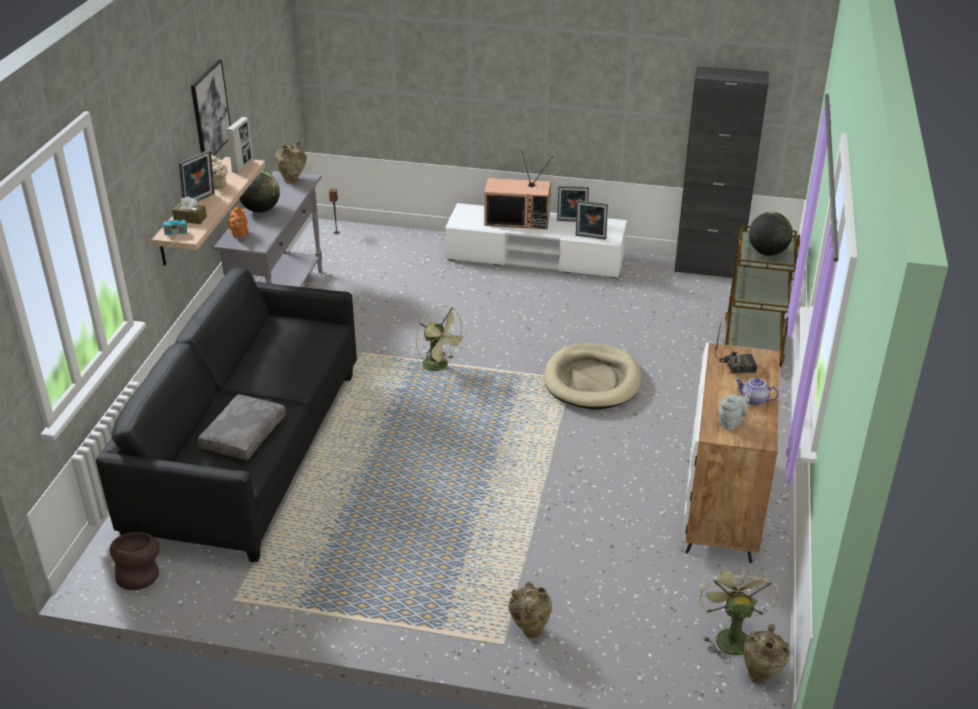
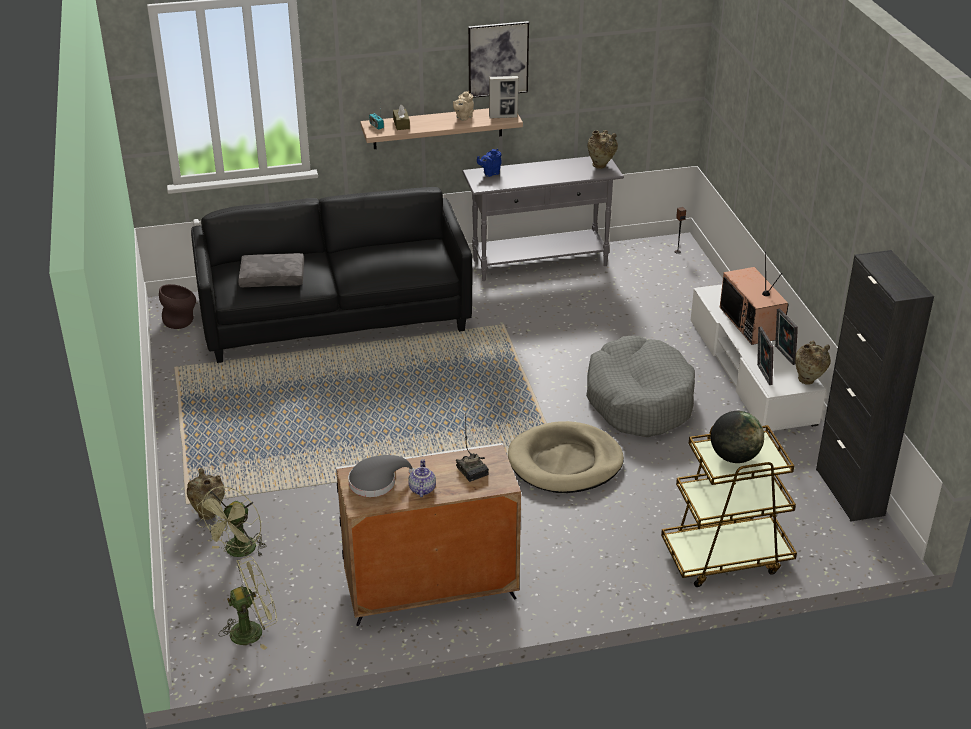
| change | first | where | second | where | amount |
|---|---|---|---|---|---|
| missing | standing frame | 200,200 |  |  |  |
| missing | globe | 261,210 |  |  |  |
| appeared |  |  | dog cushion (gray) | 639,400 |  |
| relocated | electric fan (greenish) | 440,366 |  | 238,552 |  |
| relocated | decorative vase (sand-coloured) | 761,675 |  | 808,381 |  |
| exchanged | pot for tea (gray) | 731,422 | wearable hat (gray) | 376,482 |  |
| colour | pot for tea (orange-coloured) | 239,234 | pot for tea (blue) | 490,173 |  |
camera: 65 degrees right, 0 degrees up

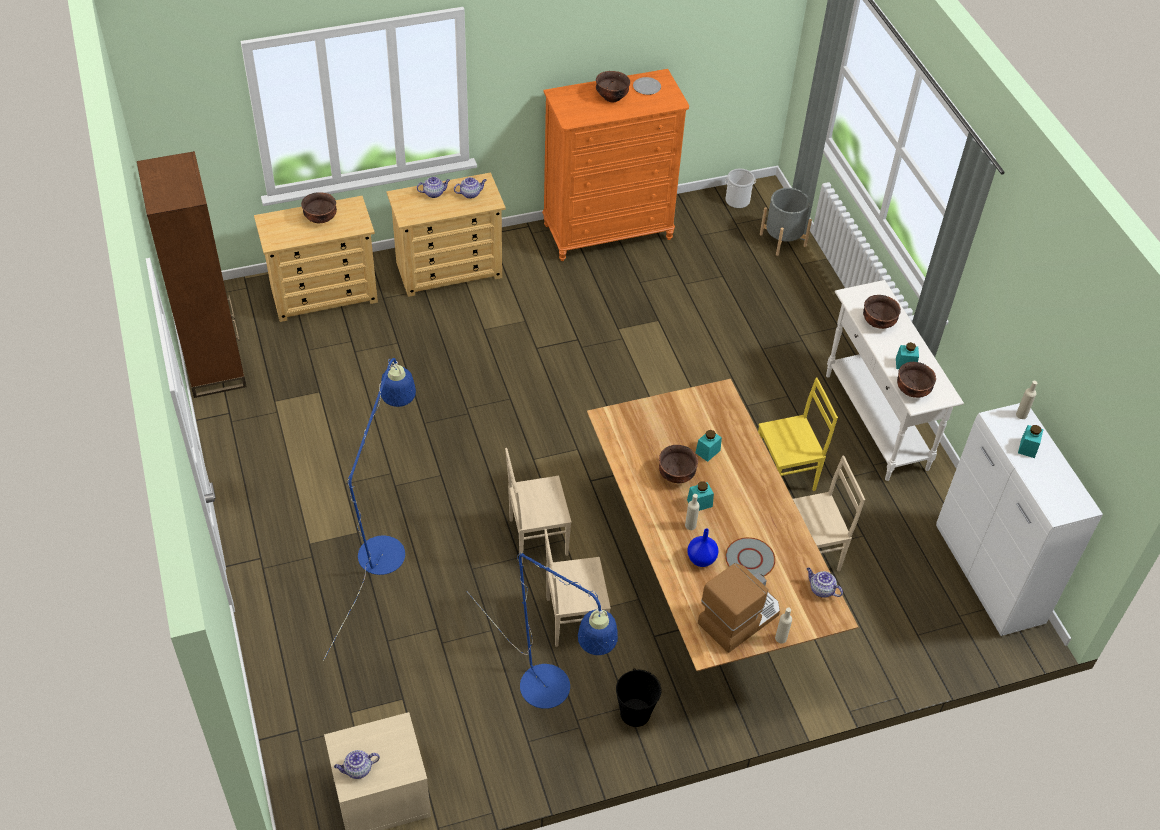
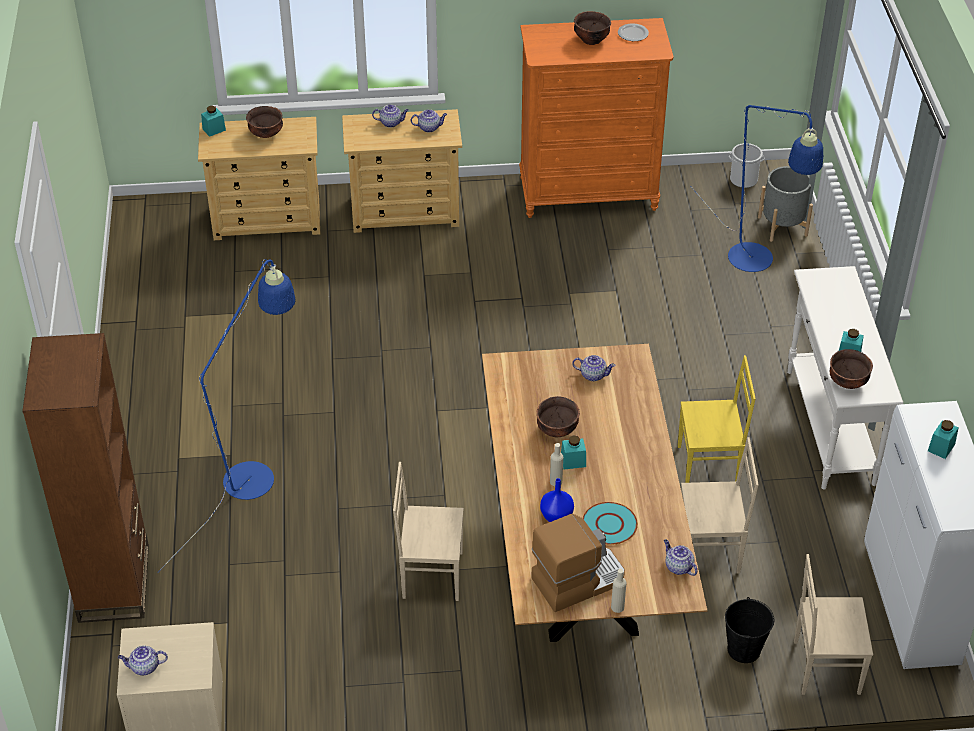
| change | first | where | second | where | amount |
|---|---|---|---|---|---|
| missing | serving bowl (brown-coloured) | 878,322 |  |  |  |
| missing | bottle (sand-coloured) | 1021,414 |  |  |  |
| appeared |  |  | pot for tea | 592,375 |  |
| relocated | bookshelf (brown-coloured) | 215,365 |  | 114,583 |  |
| relocated | standing lamp (blue) | 553,695 |  | 757,264 |  |
| relocated | upright chair (sand-coloured) | 537,536 |  | 825,666 |  |
| relocated | bucket (blackish) | 635,713 |  | 743,649 |  |
| relocated | jar (turquoise) | 707,451 |  | 214,129 |  |
| colour | plate (gray) | 749,559 | plate (turquoise) | 609,525 |  |
camera: 15 degrees right, 5 degrees down

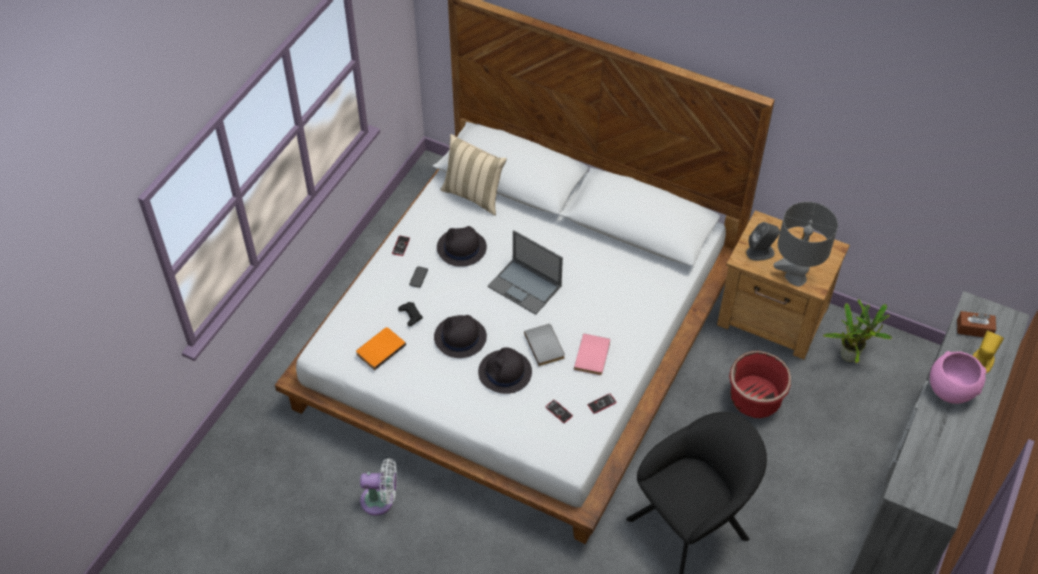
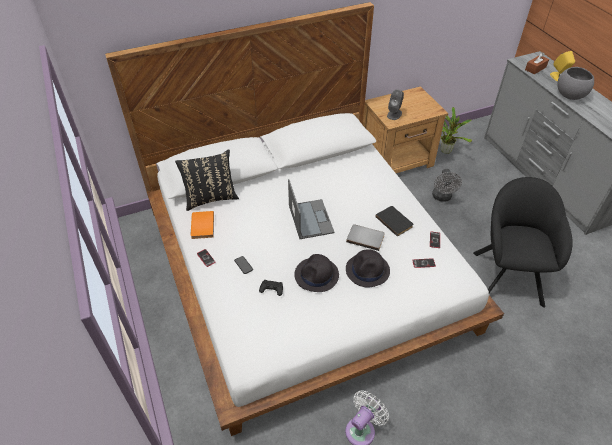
| change | first | where | second | where | amount |
|---|---|---|---|---|---|
| missing | wearable hat (blackish) | 461,248 |  |  |  |
| missing | tabletop lamp (gray) | 795,277 |  |  |  |
| relocated | volume (orange-coloured) | 379,348 |  | 201,226 |  |
| exchanged | planter (red-coloured) | 755,399 | electric fan (gray) | 442,197 |  |
| colour | pillow (sand-coloured) | 474,195 | pillow (blackish) | 211,198 |  |
| colour | volume (pink) | 593,356 | volume (blackish) | 395,221 |  |
| colour | serving bowl (pink) | 951,389 | serving bowl (gray) | 569,94 |  |
| spun | laptop | 525,286 |  | 310,218 | 90 degrees counterclockwise |
camera: 50 degrees left, 5 degrees down

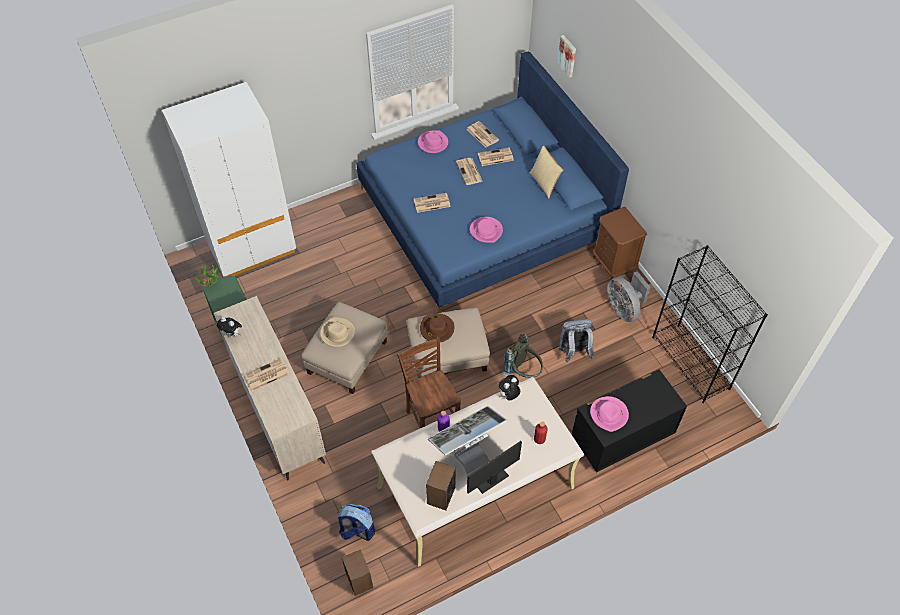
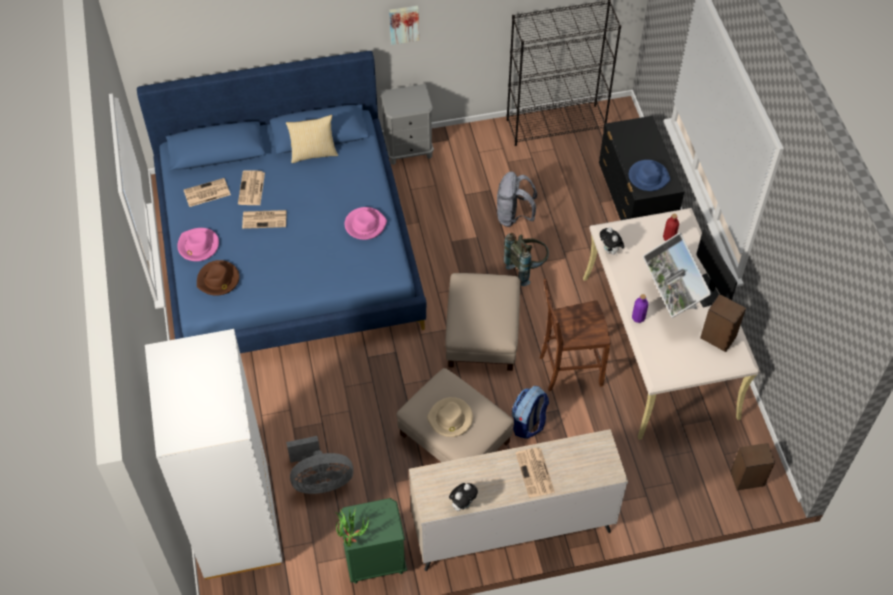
| change | first | where | second | where | amount |
|---|---|---|---|---|---|
| missing | printed paper | 431,203 |  |  |  |
| relocated | knapsack | 357,530 |  | 528,423 |  |
| relocated | wearable hat (brown-coloured) | 436,329 |  | 218,280 |  |
| relocated | wall picture | 567,56 |  | 404,23 |  |
| relocated | electric fan (gray) | 624,309 |  | 320,481 |  |
| colour | wearable hat (pink) | 609,414 | wearable hat (blue) | 648,177 |  |
| colour | night table (brown-coloured) | 613,264 | night table (gray) | 408,149 |  |
camera: 75 degrees left, 0 degrees up

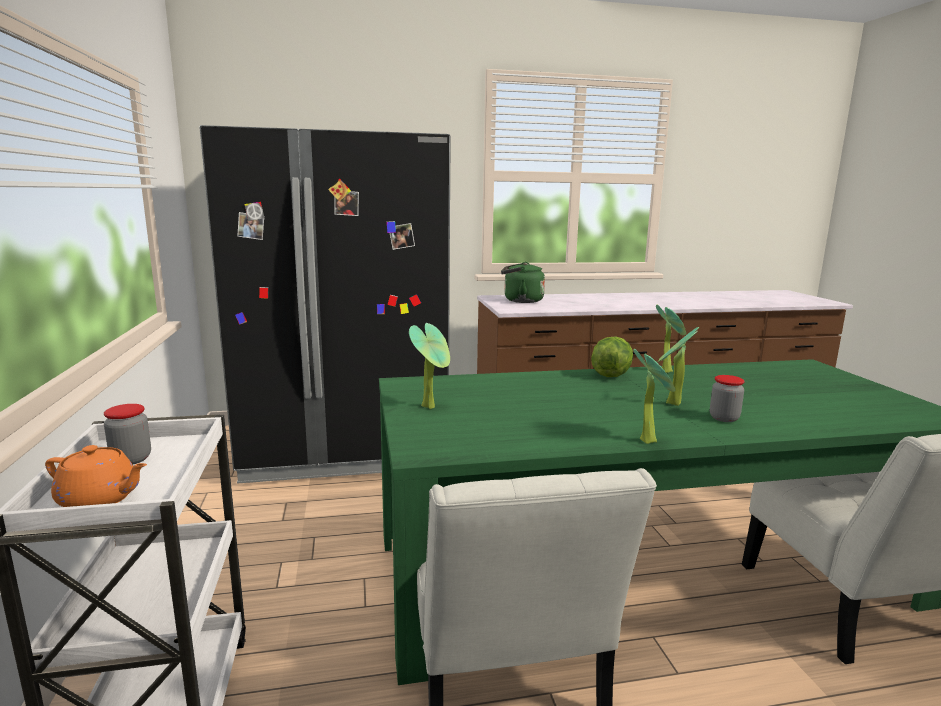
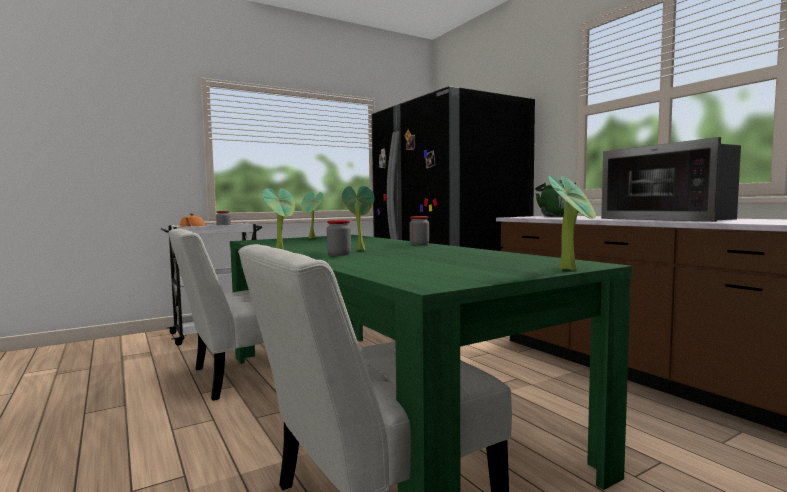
| change | first | where | second | where | amount |
|---|---|---|---|---|---|
| appeared |  |  | kitchen microwave | 670,219 |  |
| relocated | plant in a pot | 666,371 |  | 571,269 |  |
| exchanged | head of lettuce | 611,374 | jar | 419,244 |  |
camera: 70 degrees right, 10 degrees down

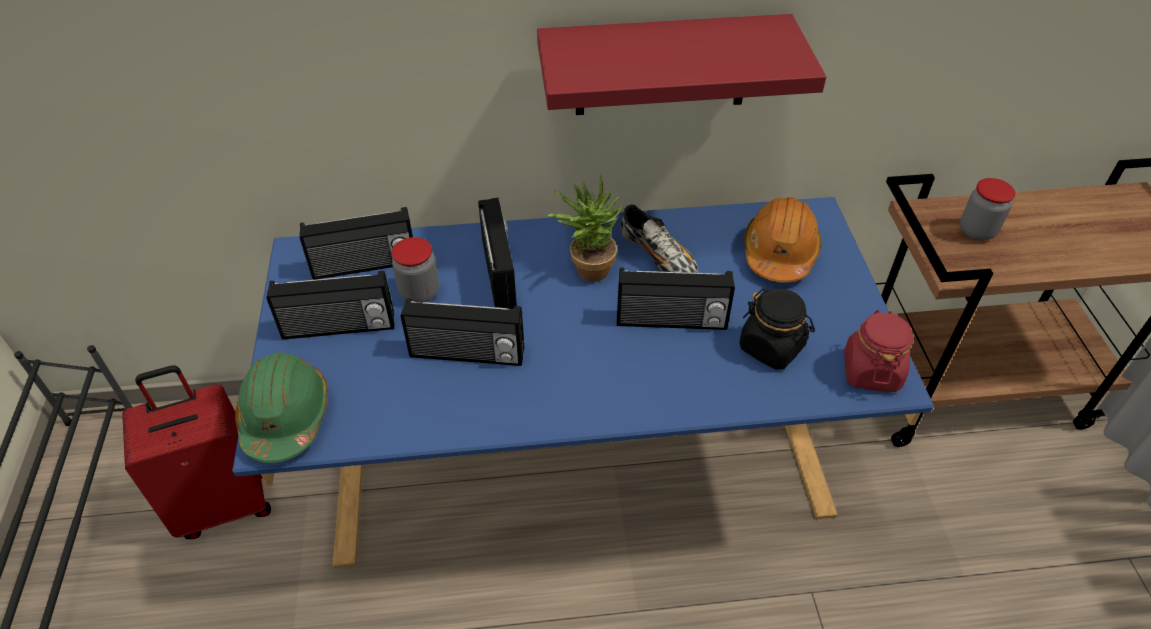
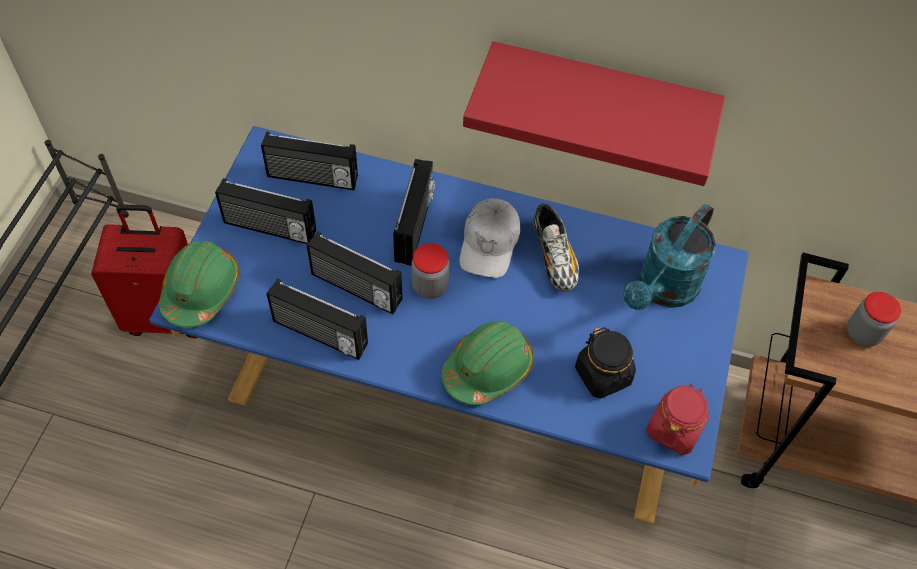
| change | first | where | second | where | amount |
|---|---|---|---|---|---|
| appeared |  |  | hard hat (greenish) | 487,368 |  |
| relocated | jar | 419,292 |  | 430,286 |  |
| relocated | radio set | 671,321 |  | 319,334 |  |
| exchanged | plant in a pot | 587,267 | baseball cap (white) | 489,244 |  |
| exchanged | hard hat (orange-coloured) | 779,252 | watering pot (turquoise) | 663,290 |  |
camera: 20 degrees right, 10 degrees up

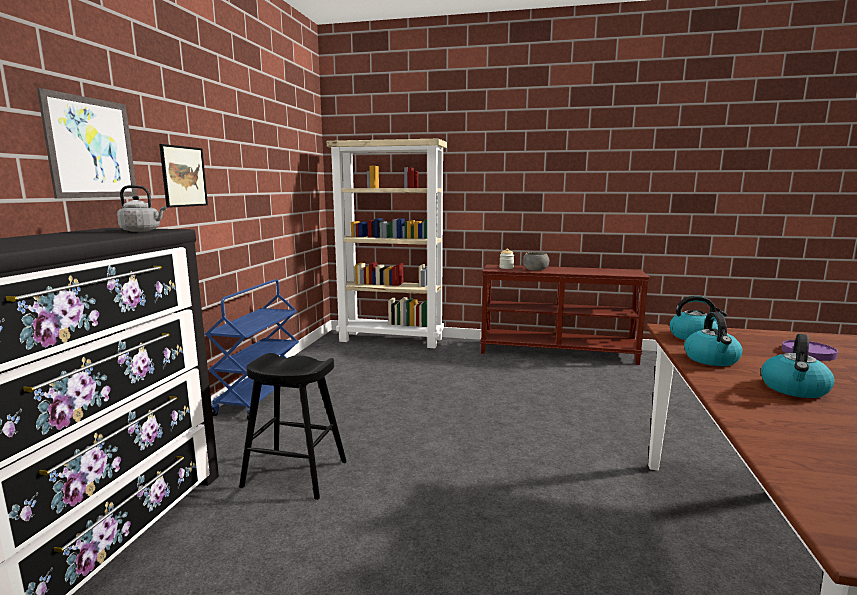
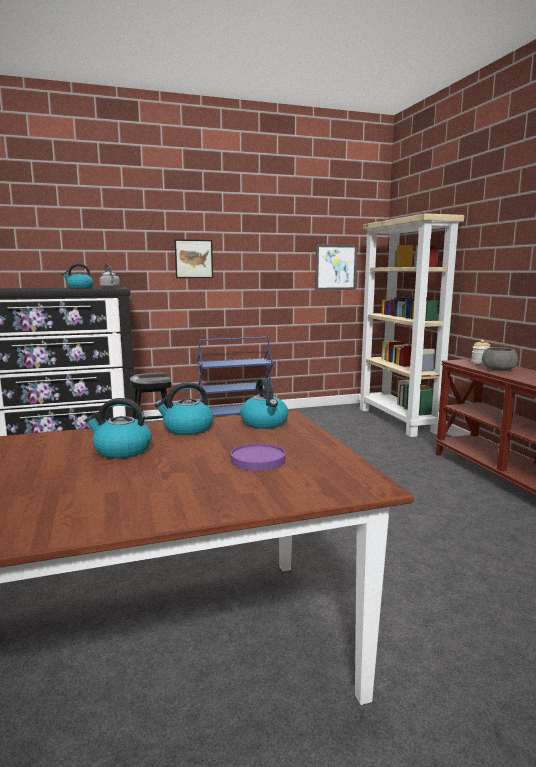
| change | first | where | second | where | amount |
|---|---|---|---|---|---|
| appeared |  |  | kettle | 79,288 |  |
| relocated | wall picture | 91,148 |  | 336,267 |  |
camera: 60 degrees right, 0 degrees up

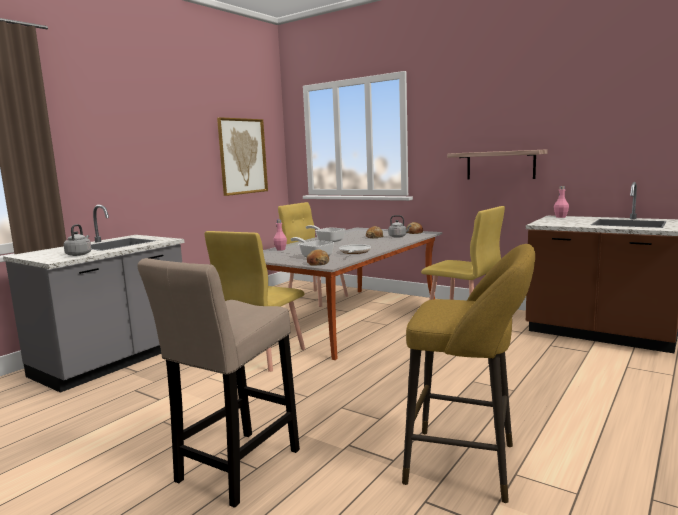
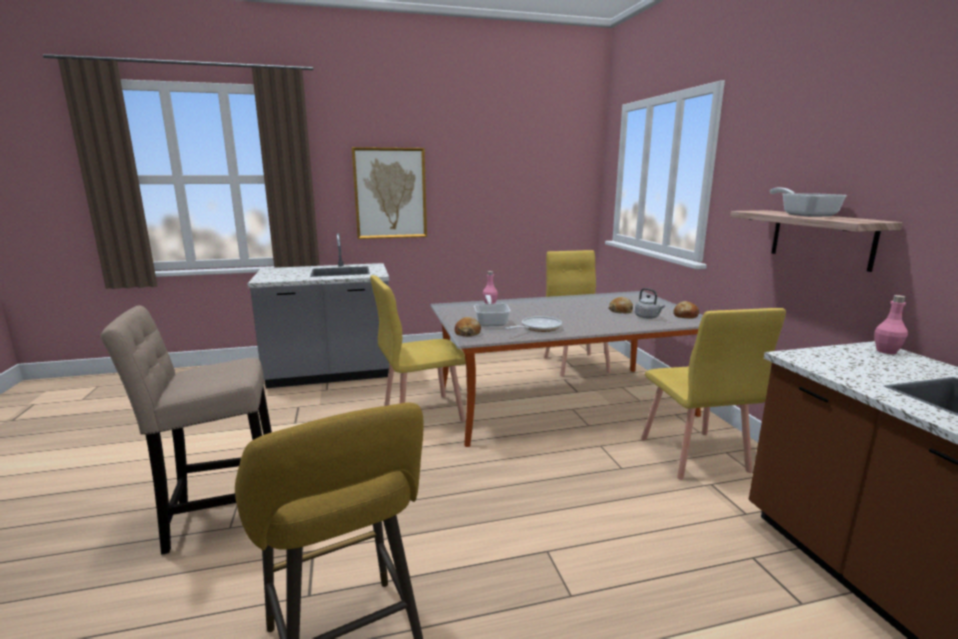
| change | first | where | second | where | amount |
|---|---|---|---|---|---|
| missing | kettle (gray) | 79,254 |  |  |  |
| relocated | wall picture | 242,156 |  | 390,193 |  |
| relocated | frying pan | 328,240 |  | 804,215 |  |
camera: 40 degrees right, 5 degrees up

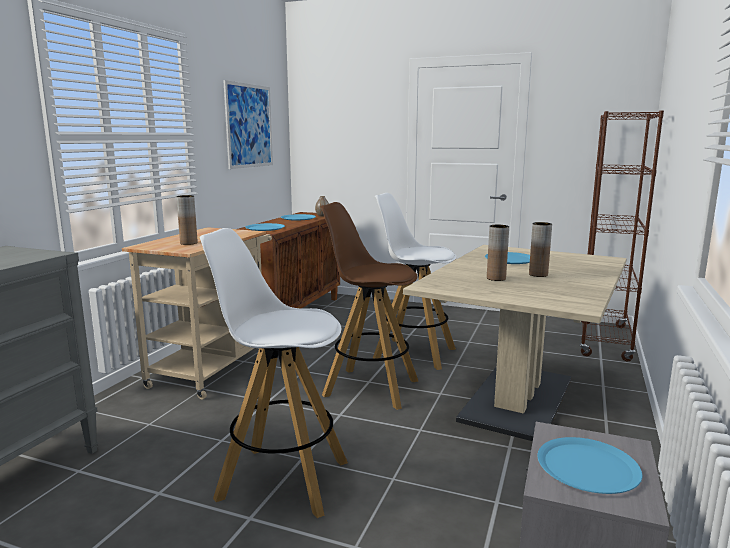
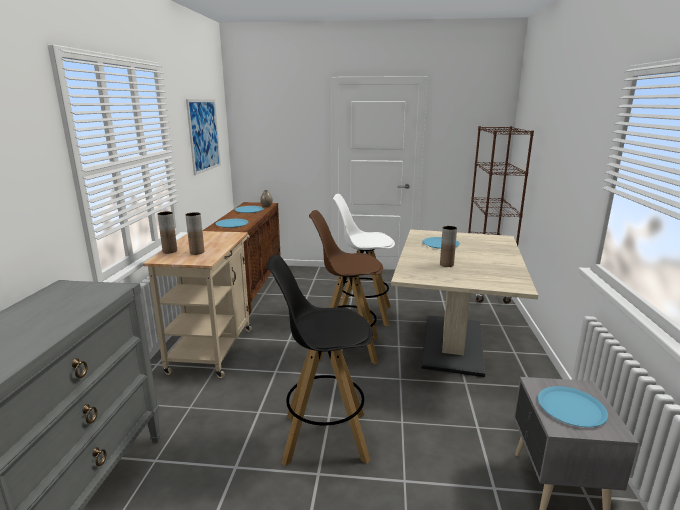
| change | first | where | second | where | amount |
|---|---|---|---|---|---|
| relocated | decorative vase (brown-coloured) | 538,274 |  | 170,251 |  |
| colour | stool (white) | 281,479 | stool (blackish) | 324,437 |  |
camera: 15 degrees left, 5 degrees up

